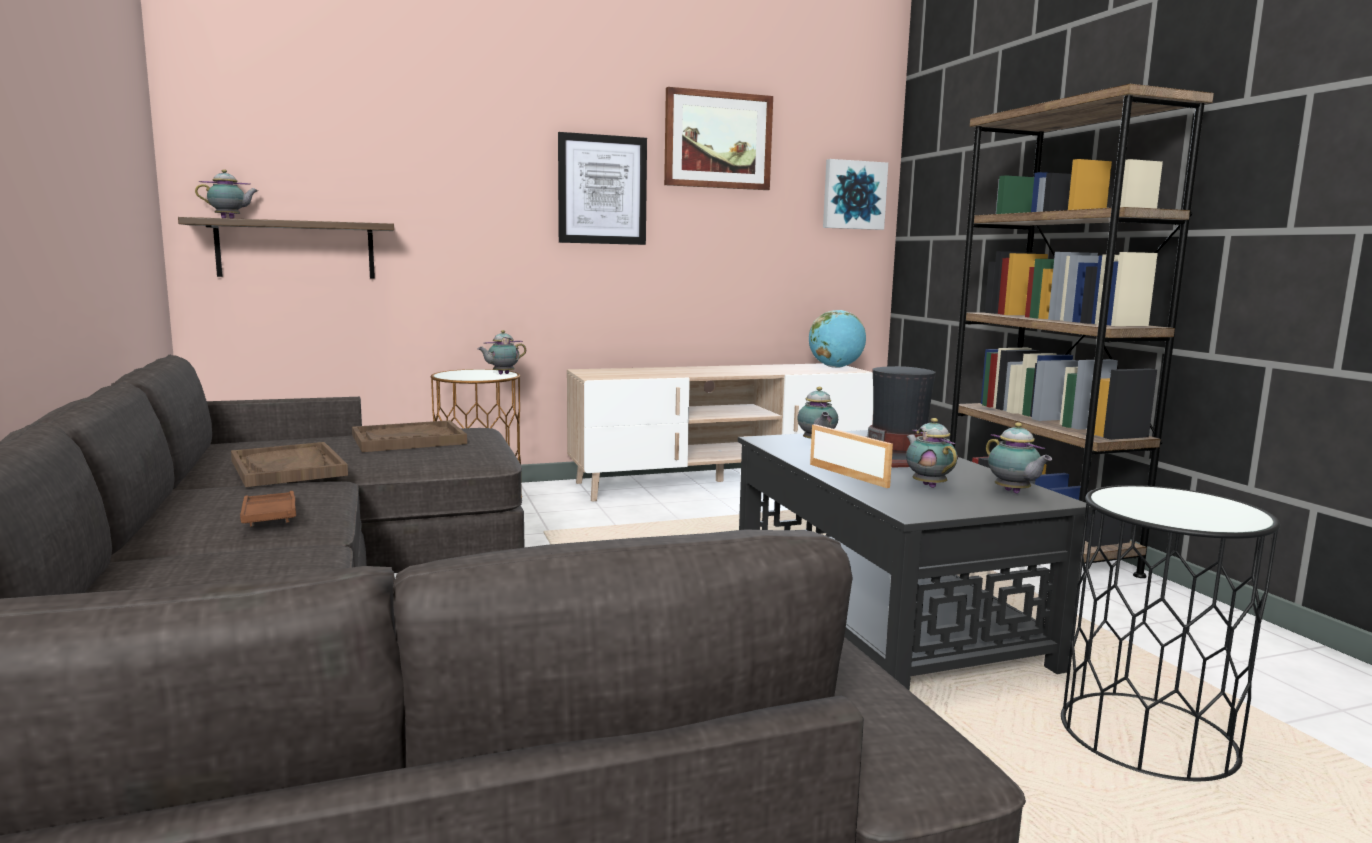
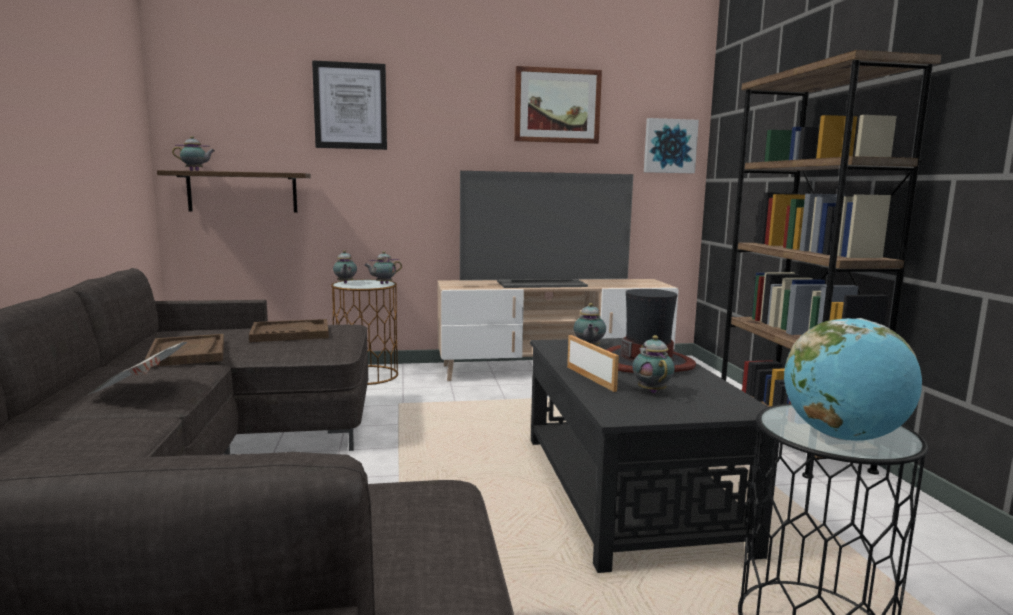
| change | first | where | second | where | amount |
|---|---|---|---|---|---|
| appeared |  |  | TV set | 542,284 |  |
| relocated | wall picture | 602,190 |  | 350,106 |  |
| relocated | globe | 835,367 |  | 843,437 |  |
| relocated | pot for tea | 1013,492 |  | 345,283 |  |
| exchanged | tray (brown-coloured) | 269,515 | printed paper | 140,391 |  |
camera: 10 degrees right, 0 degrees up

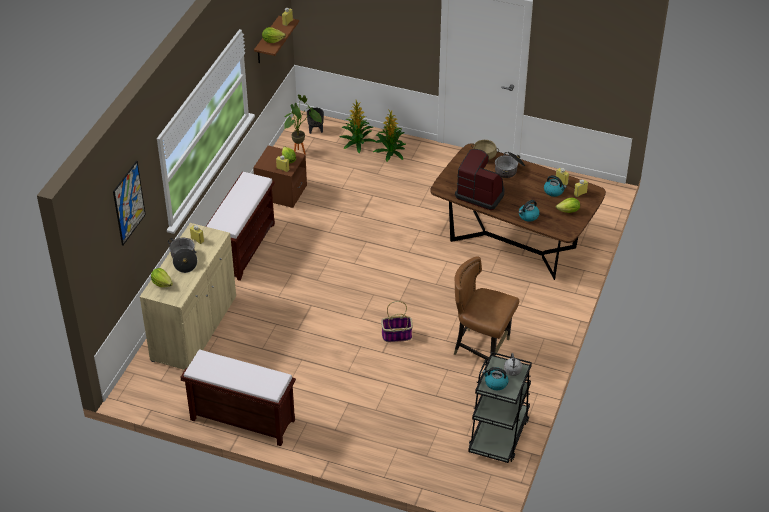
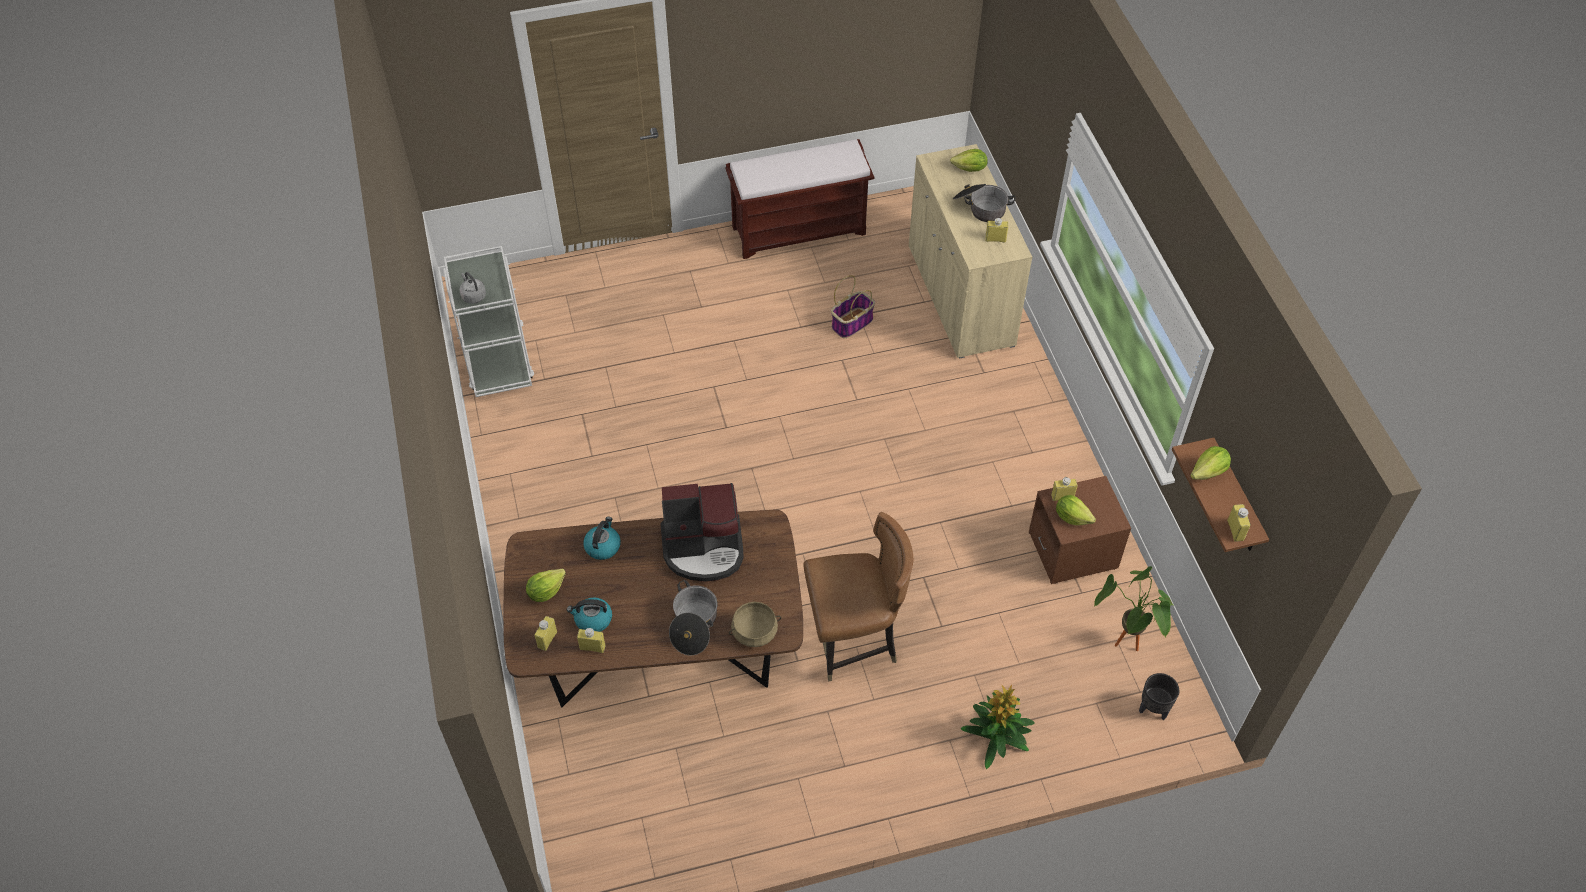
| change | first | where | second | where | amount |
|---|---|---|---|---|---|
| missing | wall picture | 129,203 |  |  |  |
| missing | long seat (brown-coloured) | 243,247 |  |  |  |
| missing | plant in a pot | 356,142 |  |  |  |
| missing | kettle | 495,383 |  |  |  |
| relocated | storage basket | 396,335 |  | 852,323 |  |
| relocated | upright chair (brown-coloured) | 481,348 |  | 854,641 |  |
| colour | cart (blackish) | 498,435 | cart (white) | 497,359 |  |
camera: 145 degrees right, 10 degrees up

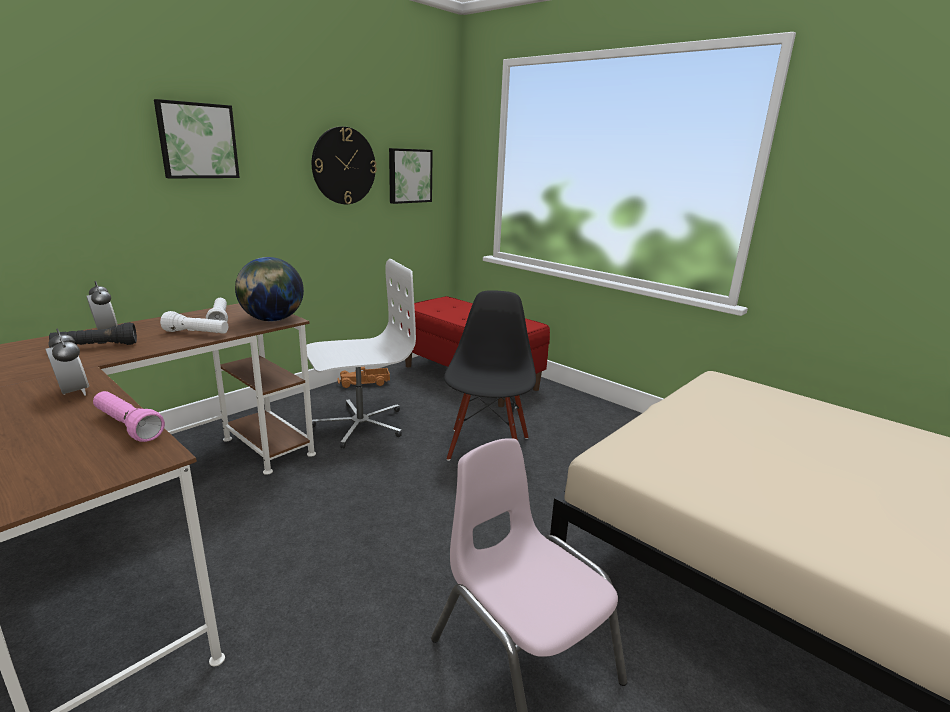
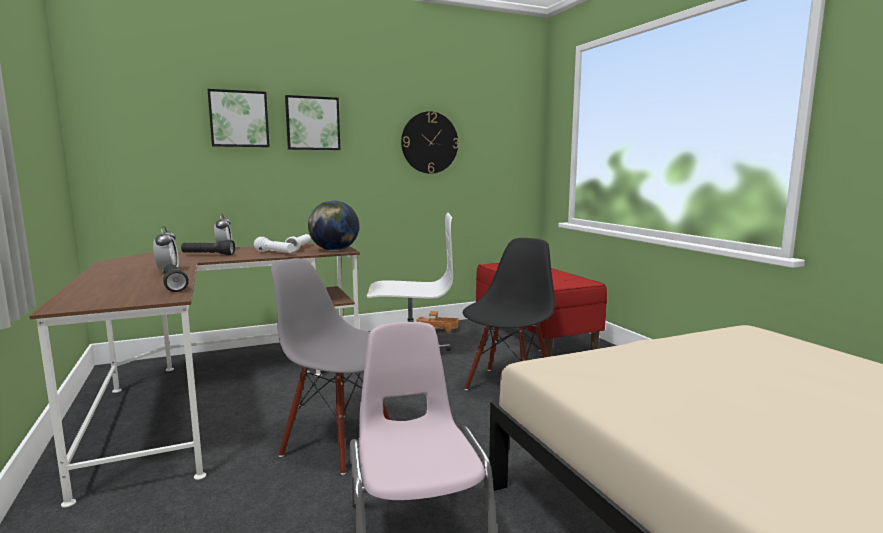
| change | first | where | second | where | amount |
|---|---|---|---|---|---|
| appeared |  |  | upright chair (gray) | 340,442 |  |
| relocated | wall picture | 409,176 |  | 239,119 |  |
| colour | torch (pink) | 128,426 | torch (blackish) | 174,286 |  |
camera: 25 degrees right, 10 degrees down

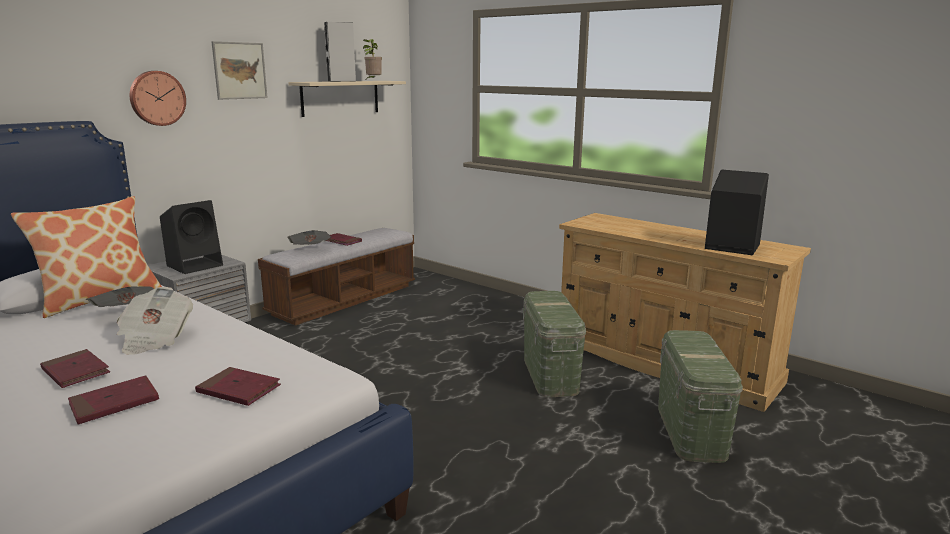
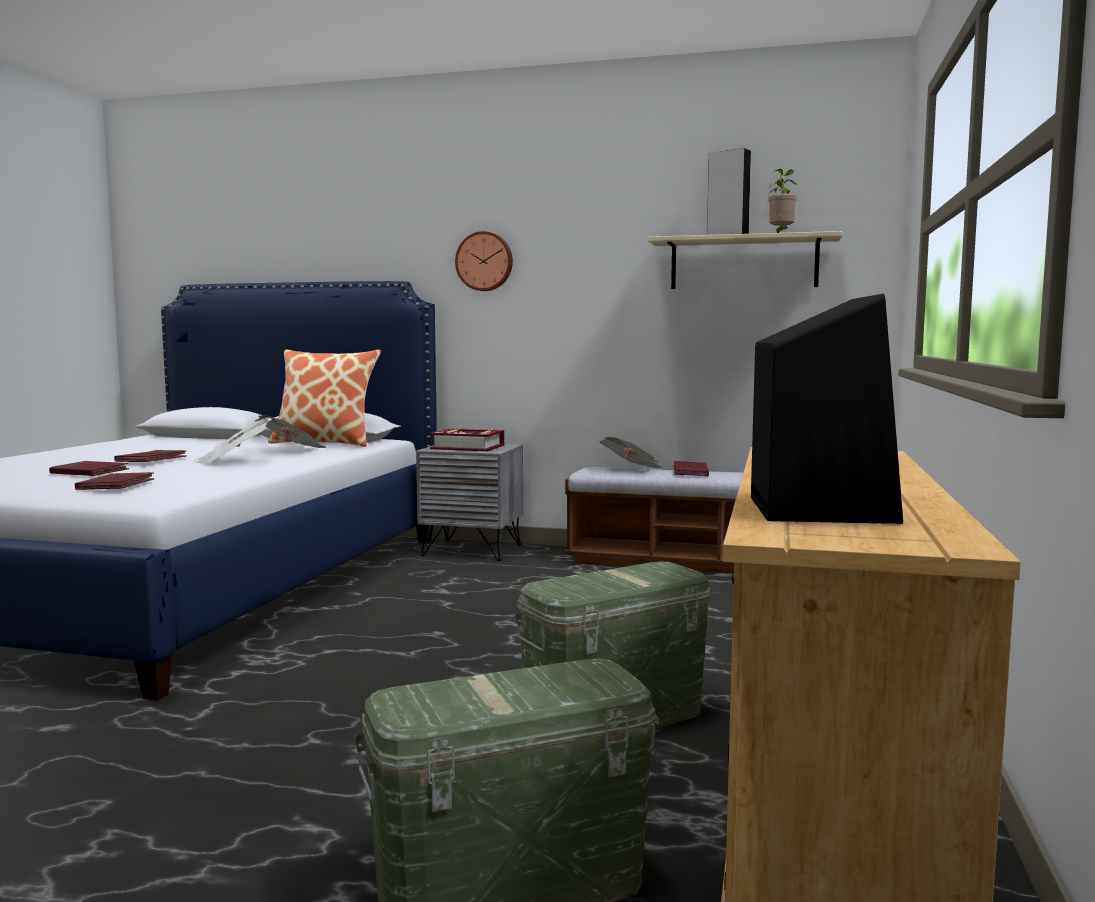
| change | first | where | second | where | amount |
|---|---|---|---|---|---|
| missing | wall picture | 239,70 |  |  |  |
| exchanged | speaker (blackish) | 196,265 | volume | 468,447 |  |
camera: 65 degrees right, 10 degrees down

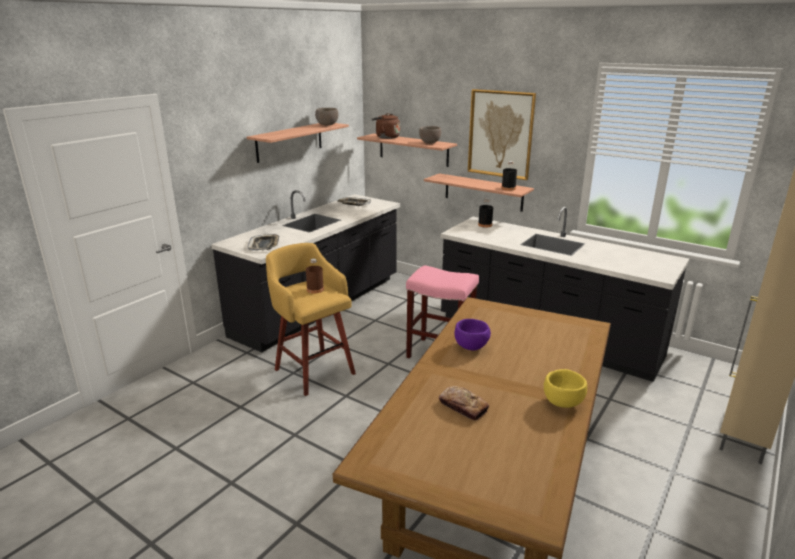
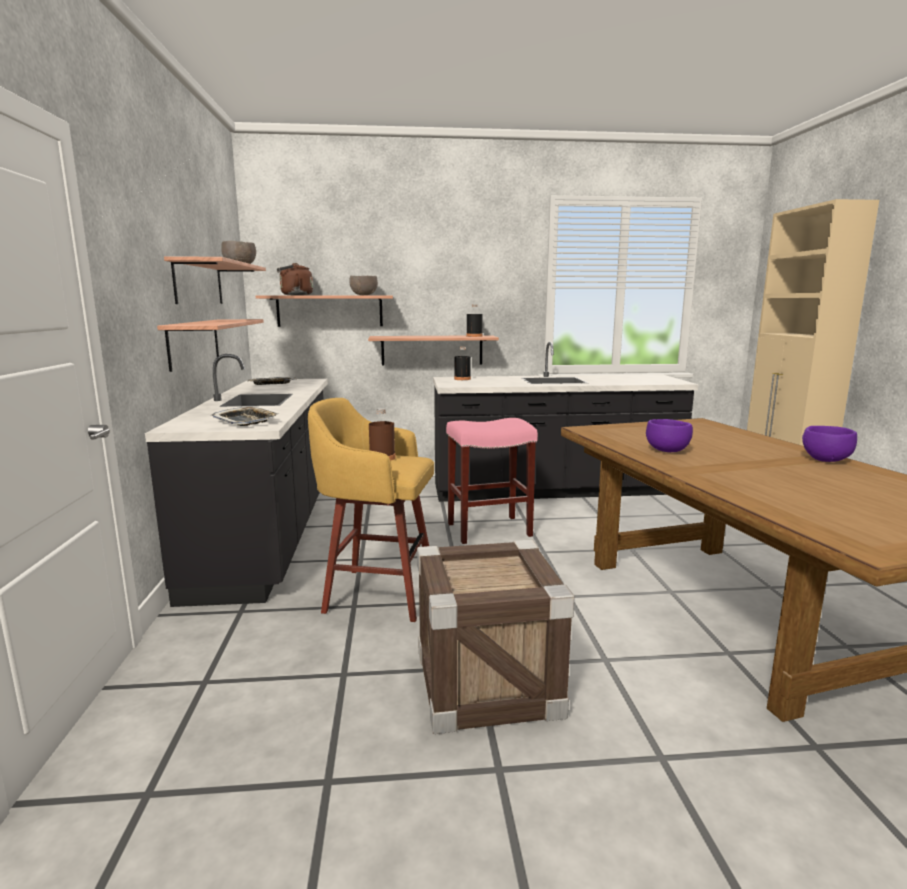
| change | first | where | second | where | amount |
|---|---|---|---|---|---|
| missing | bread | 463,407 |  |  |  |
| missing | wall picture | 500,134 |  |  |  |
| appeared |  |  | wall shelf | 194,342 |  |
| appeared |  |  | shipping crate | 487,683 |  |
| colour | serving bowl (yellow) | 563,402 | serving bowl (purplish) | 825,460 |  |
camera: 40 degrees left, 10 degrees down

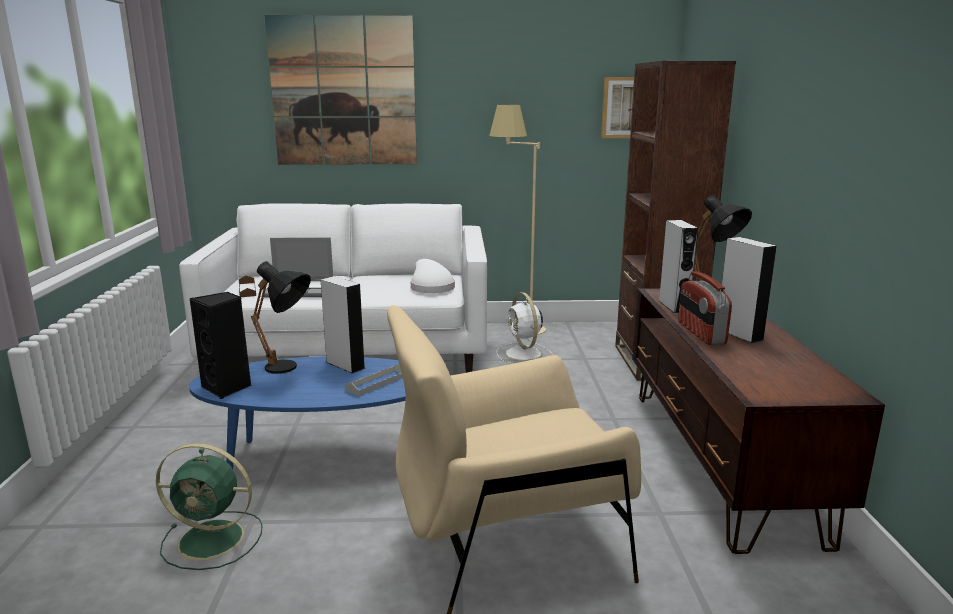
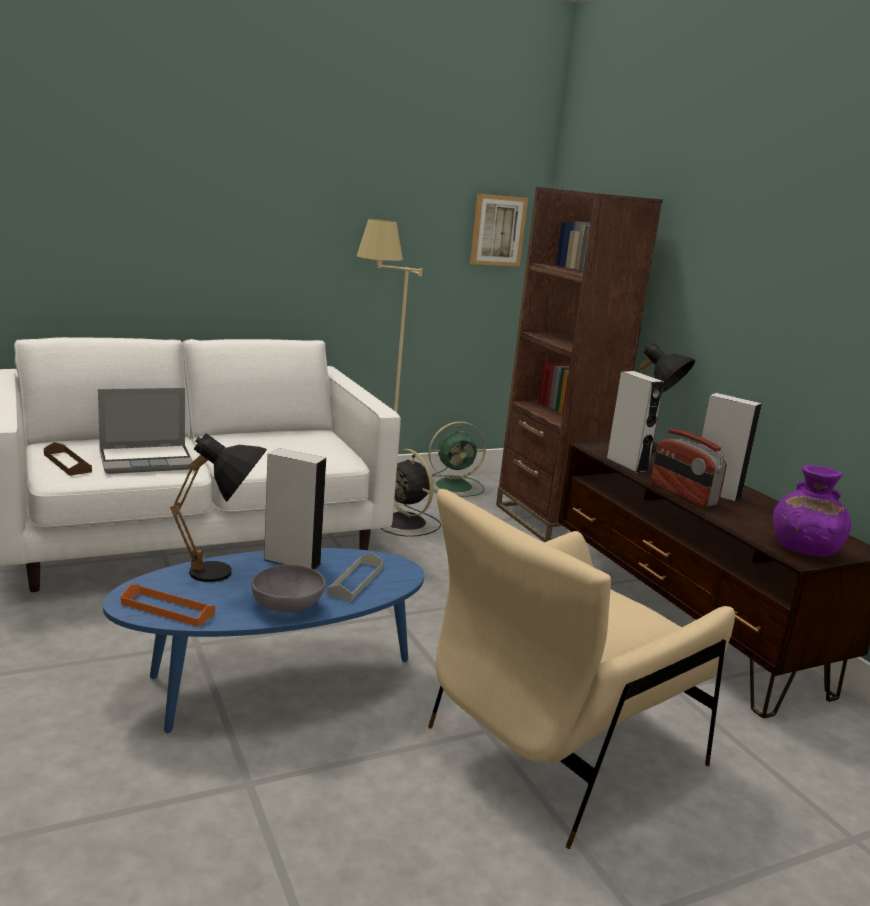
| change | first | where | second | where | amount |
|---|---|---|---|---|---|
| missing | wall picture | 343,92 |  |  |  |
| missing | wearable hat (white) | 430,287 |  |  |  |
| appeared |  |  | serving bowl (gray) | 288,608 |  |
| appeared |  |  | decorative vase (purplish) | 803,549 |  |
| relocated | electric fan (greenish) | 214,539 |  | 455,486 |  |
| exchanged | speaker (blackish) | 227,388 | tray (orange-coloured) | 167,609 |  |
| colour | electric fan (white) | 524,354 | electric fan (blackish) | 406,523 |  |
camera: 25 degrees left, 0 degrees up

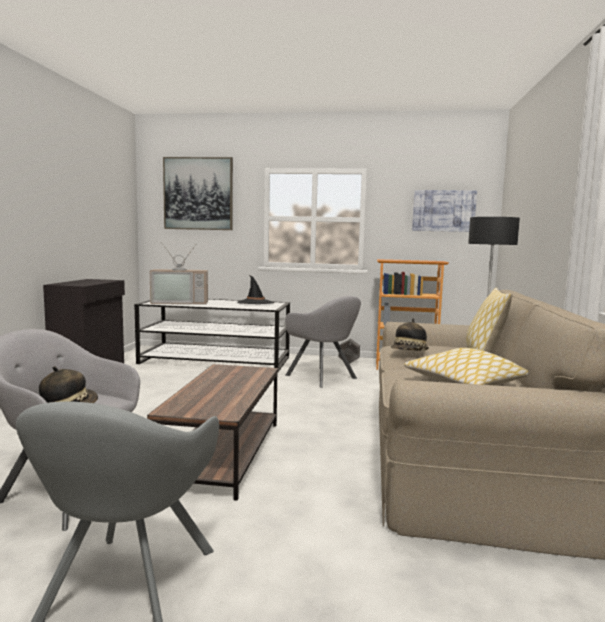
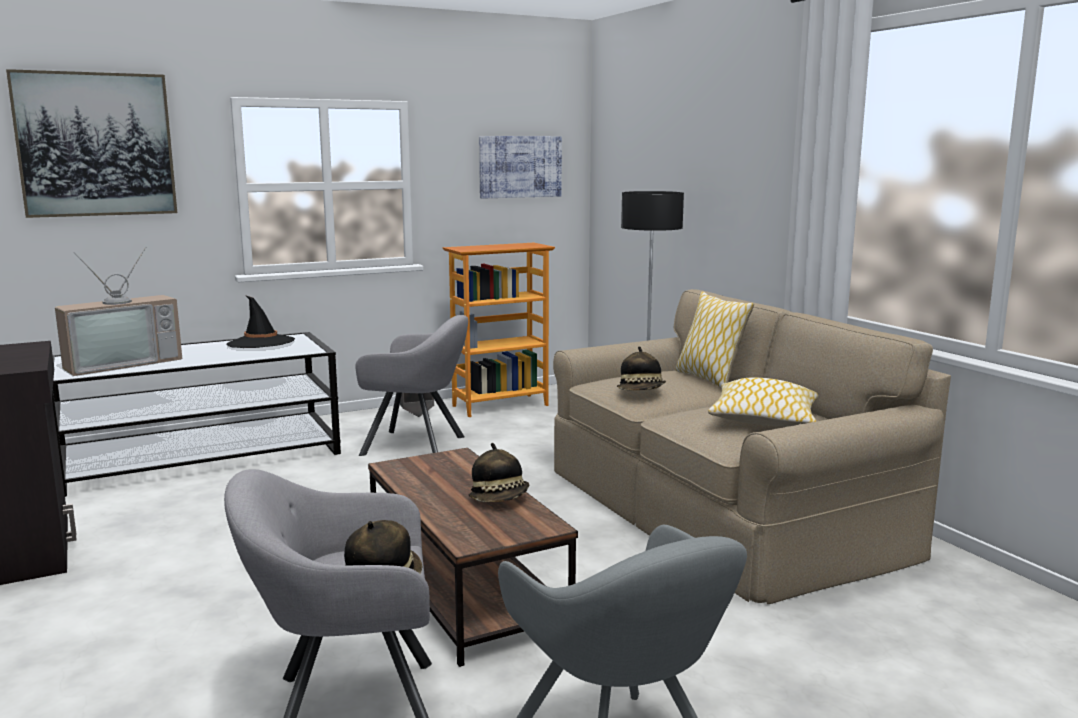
| change | first | where | second | where | amount |
|---|---|---|---|---|---|
| appeared |  |  | wearable hat | 500,499 |  |
camera: 35 degrees left, 5 degrees up

